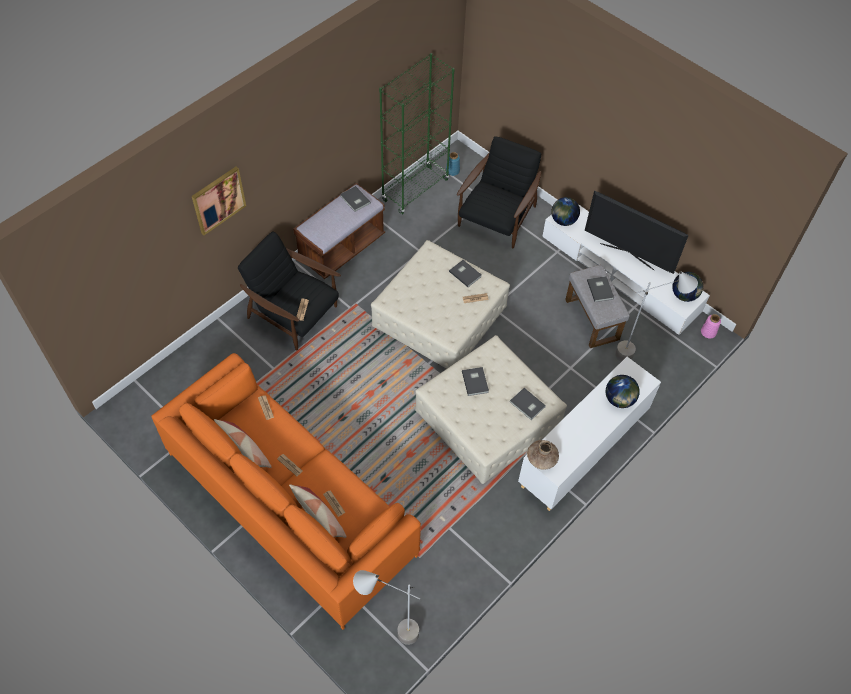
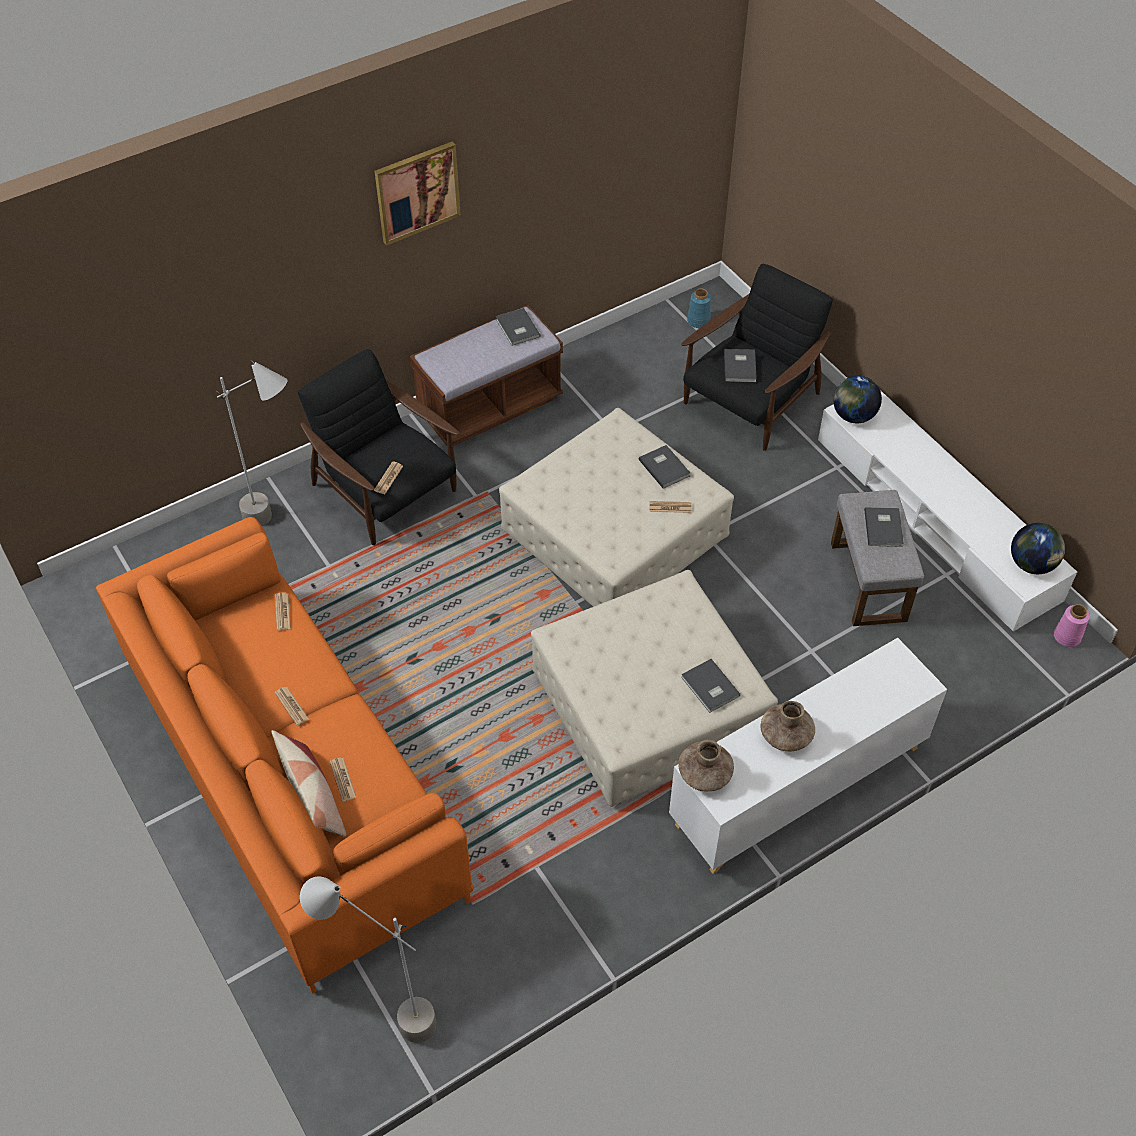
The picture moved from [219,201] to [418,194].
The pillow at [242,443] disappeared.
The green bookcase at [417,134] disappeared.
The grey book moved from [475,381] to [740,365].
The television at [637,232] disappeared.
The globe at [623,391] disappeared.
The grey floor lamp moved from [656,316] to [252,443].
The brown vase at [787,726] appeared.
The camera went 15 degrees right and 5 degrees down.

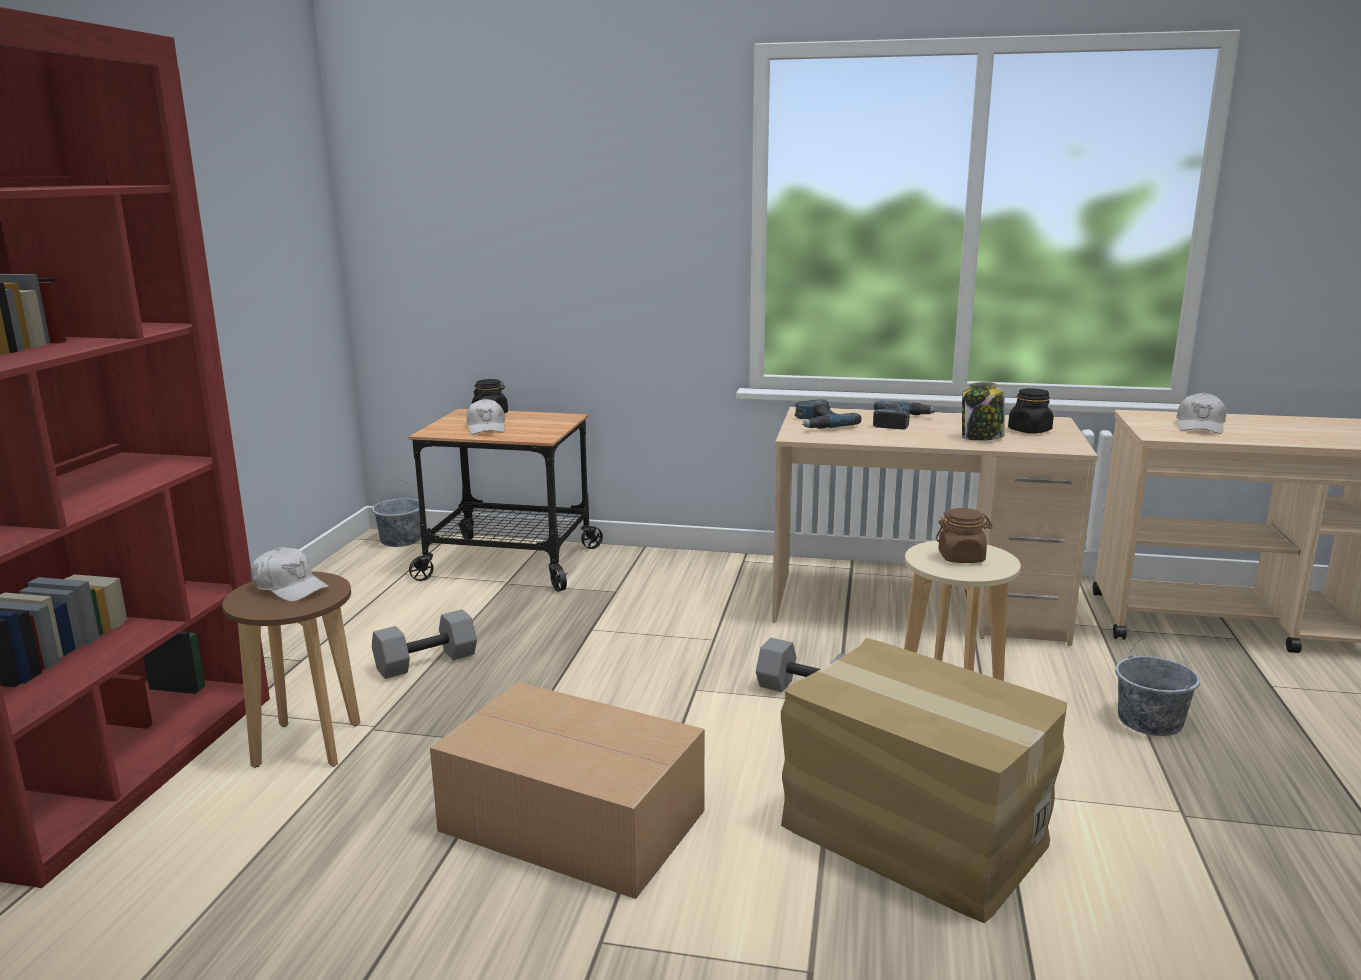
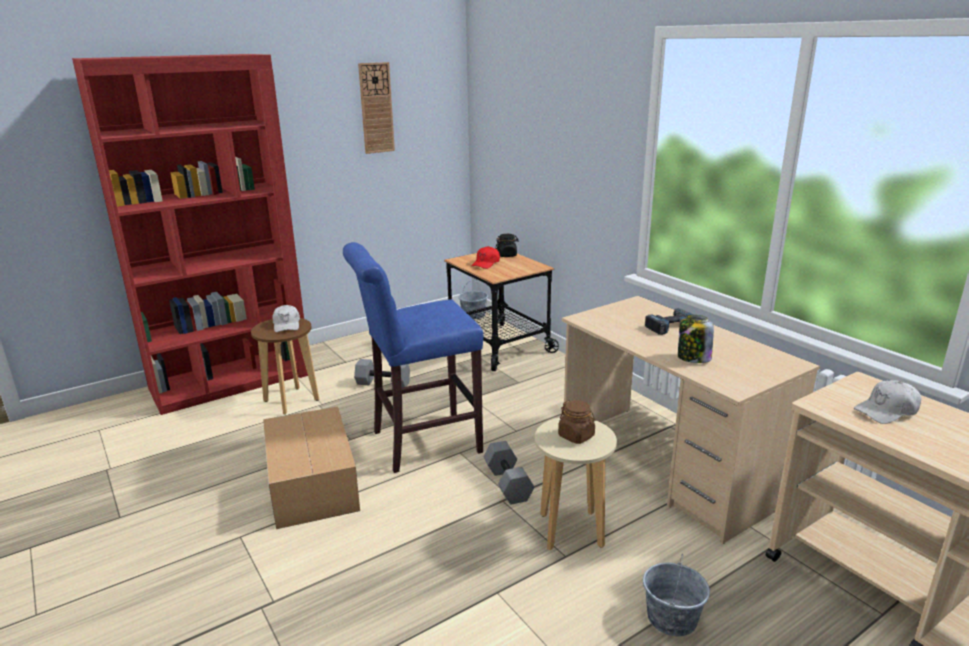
The white cap at [485,416] became the red cap at [485,257].
The cardboard box at [924,780] disappeared.
The power drill at [828,414] disappeared.
The black jar at [1031,410] disappeared.
The blue stool at [413,357] appeared.
The wall clock at [376,108] appeared.
The camera went 45 degrees right and 5 degrees up.

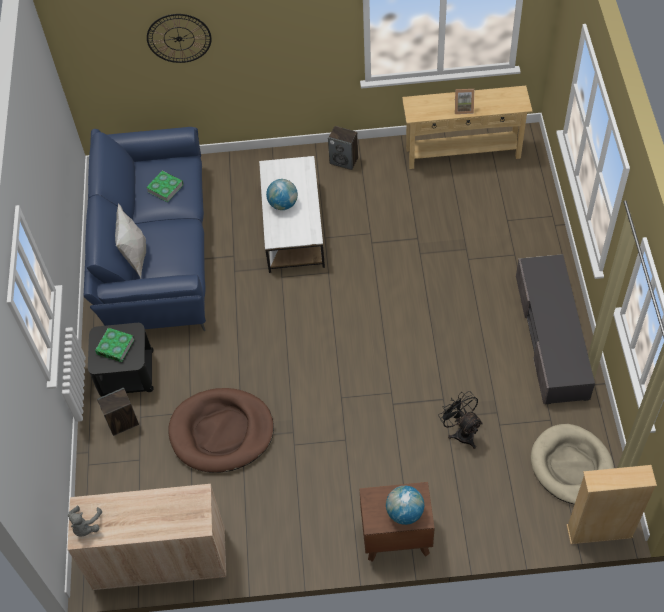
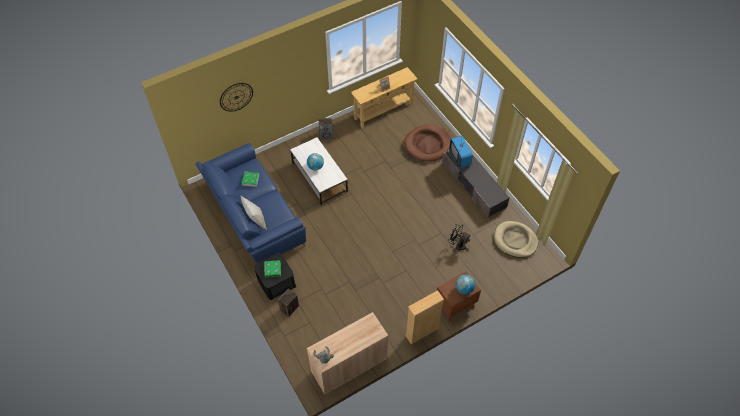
The brown dog bed moved from [221,430] to [428,143].
The beige bookcase moved from [611,504] to [424,317].
The television at [461,152] appeared.
The camera went 30 degrees left and 0 degrees up.

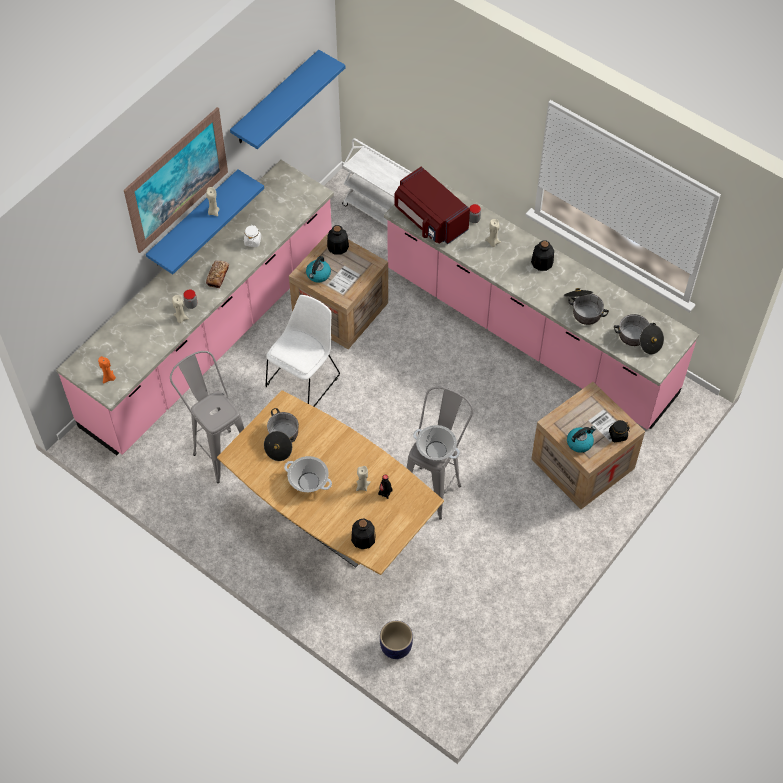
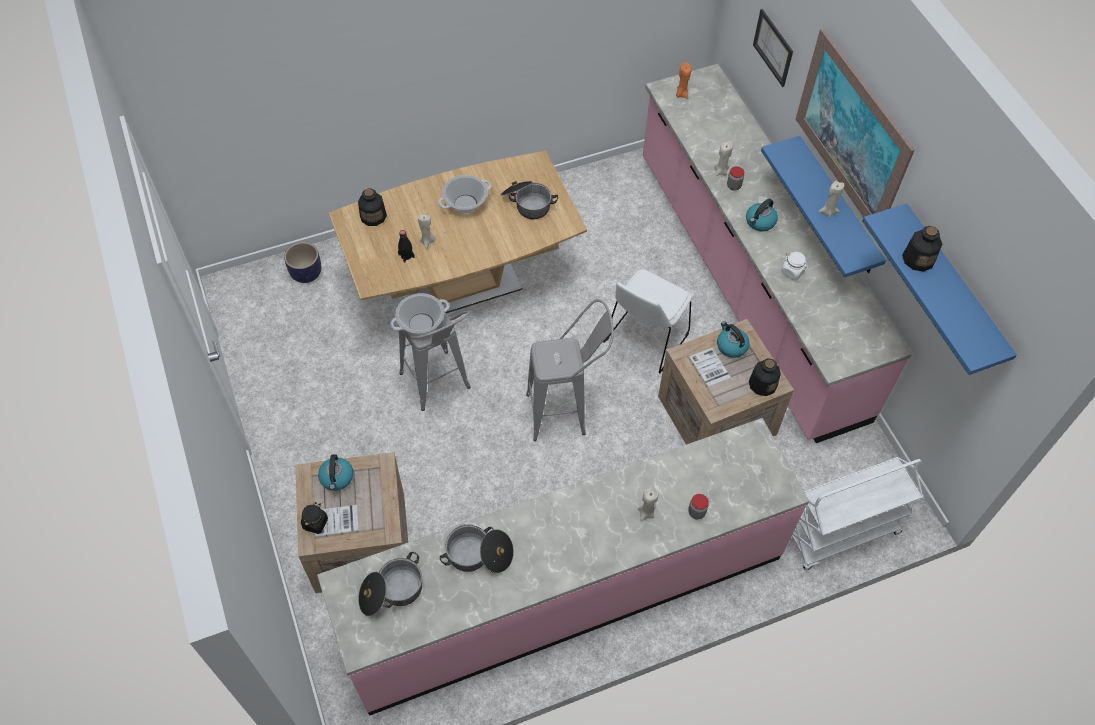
The grey stool moved from [207,417] to [570,370].
The bread at [217,274] was replaced by the kettle at [762,215].
The white chair at [302,351] turned 60 degrees clockwise.
The red microwave at [432,205] disappeared.
The bottle moved from [542,256] to [922,249].
The picture at [773,48] appeared.
The camera went 120 degrees right and 0 degrees up.

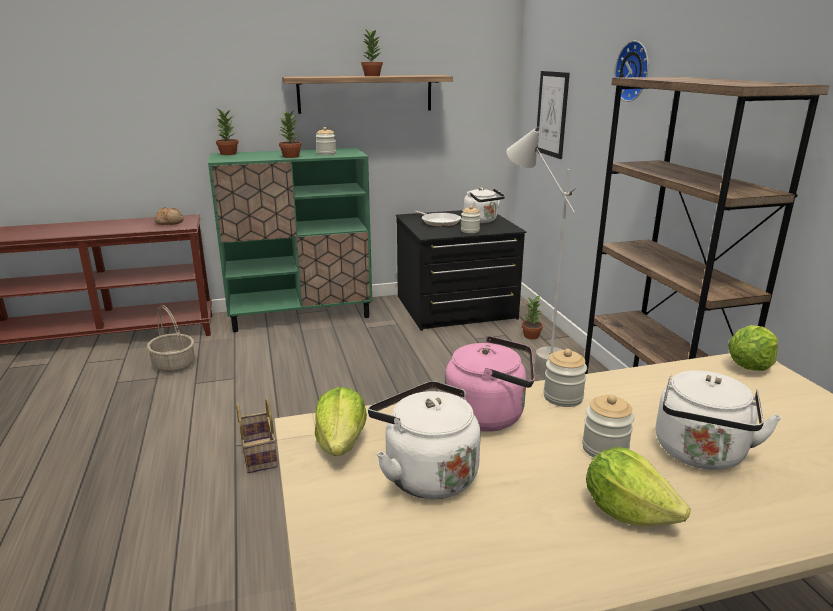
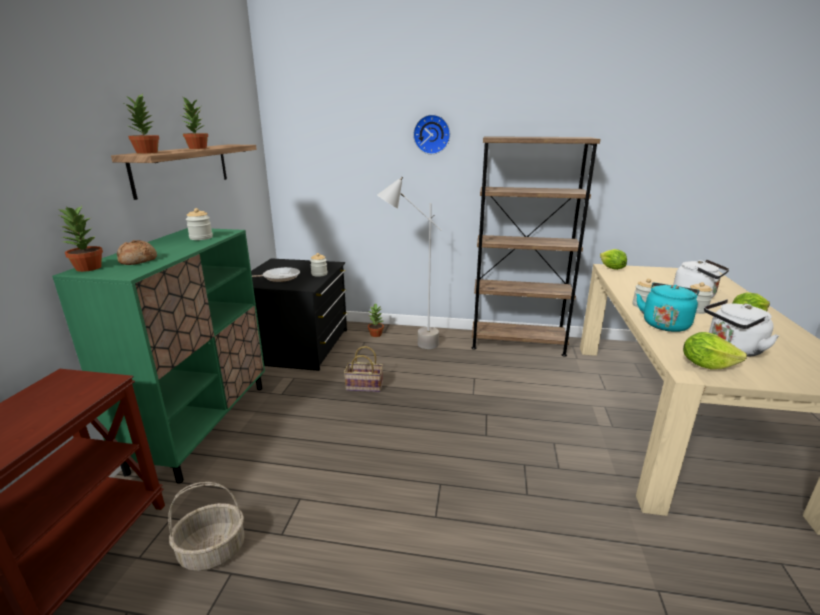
The bread moved from [169,216] to [137,252].
The basket moved from [257,435] to [363,369].
The potted plant moved from [290,133] to [141,124].
The pink kettle at [490,384] became the turquoise kettle at [668,307].
The white kettle at [484,205] disappeared.
The picture at [553,115] disappeared.
The camera went 65 degrees left and 0 degrees up.

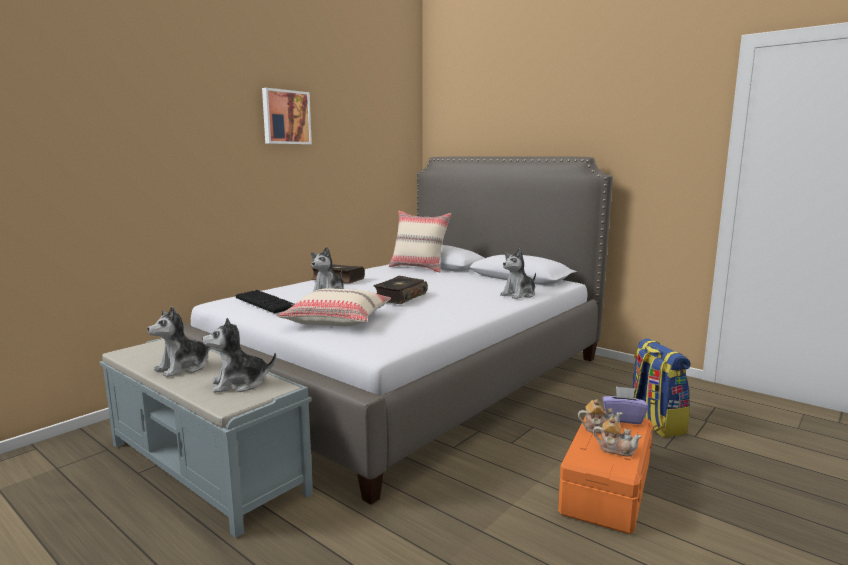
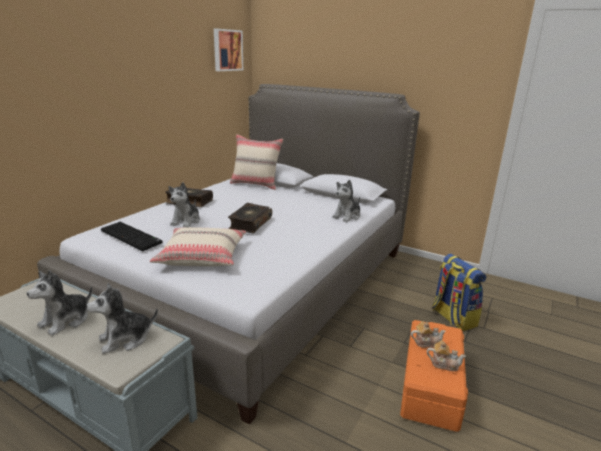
The picture moved from [287,116] to [228,50].
The purple tissue box at [625,405] disappeared.
The camera went 10 degrees left and 10 degrees up.

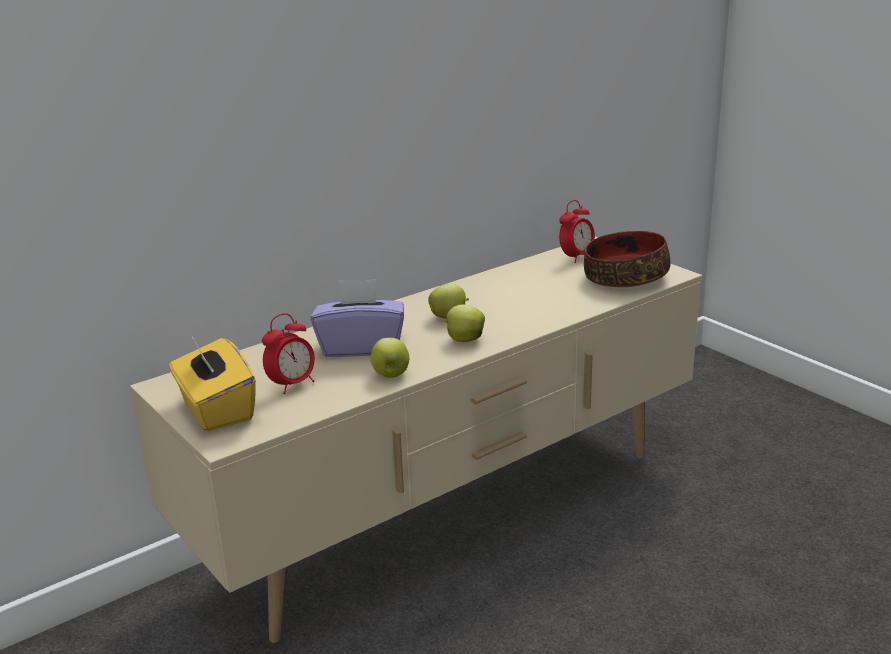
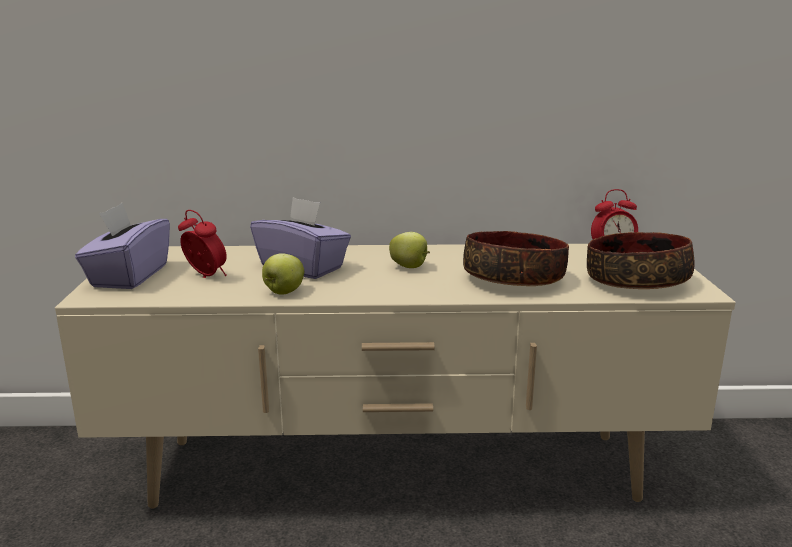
The yellow tissue box at [212,383] became the purple tissue box at [122,246].
The alarm clock at [288,353] turned 135 degrees counterclockwise.
The apple at [464,323] disappeared.
The bowl at [516,258] appeared.
The camera went 35 degrees right and 5 degrees down.

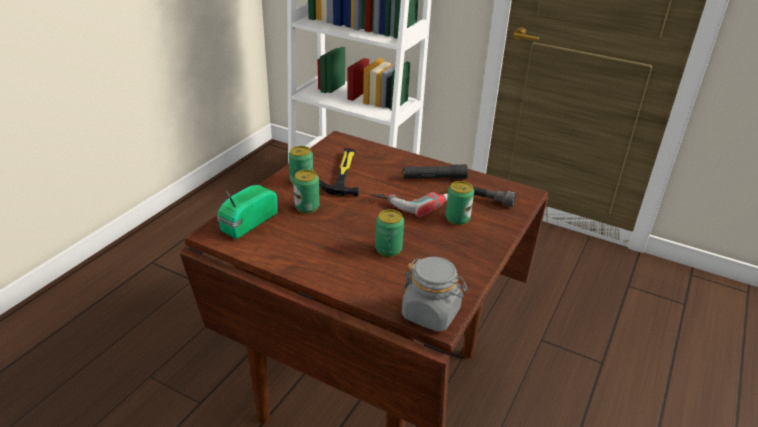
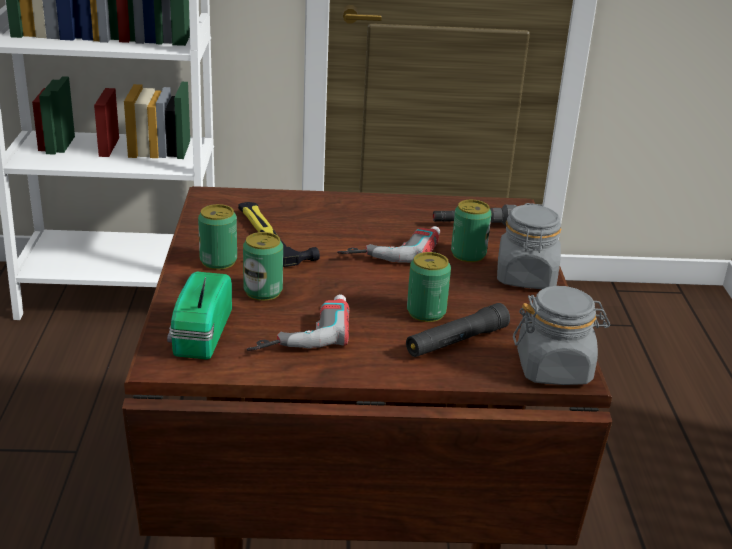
The black flashlight moved from [435,171] to [458,330].
The power drill at [298,322] appeared.
The grey jar at [529,246] appeared.
The camera went 30 degrees left and 5 degrees down.

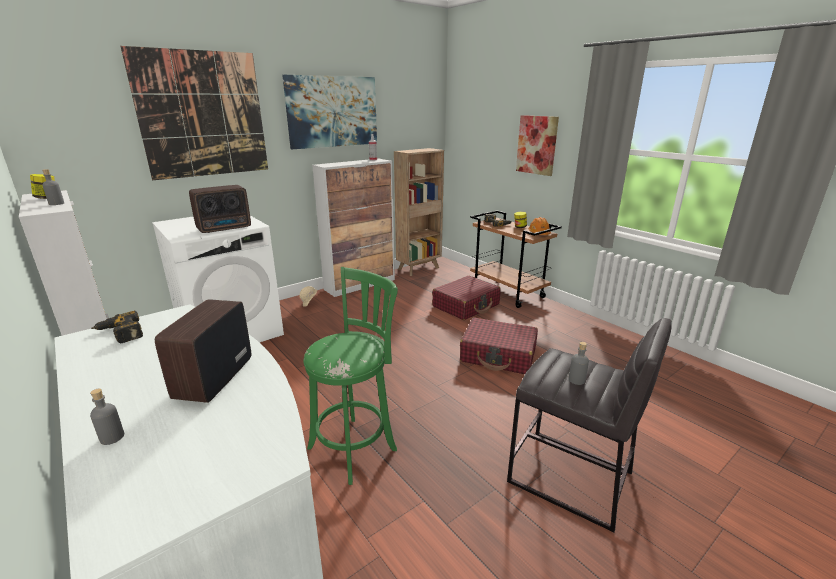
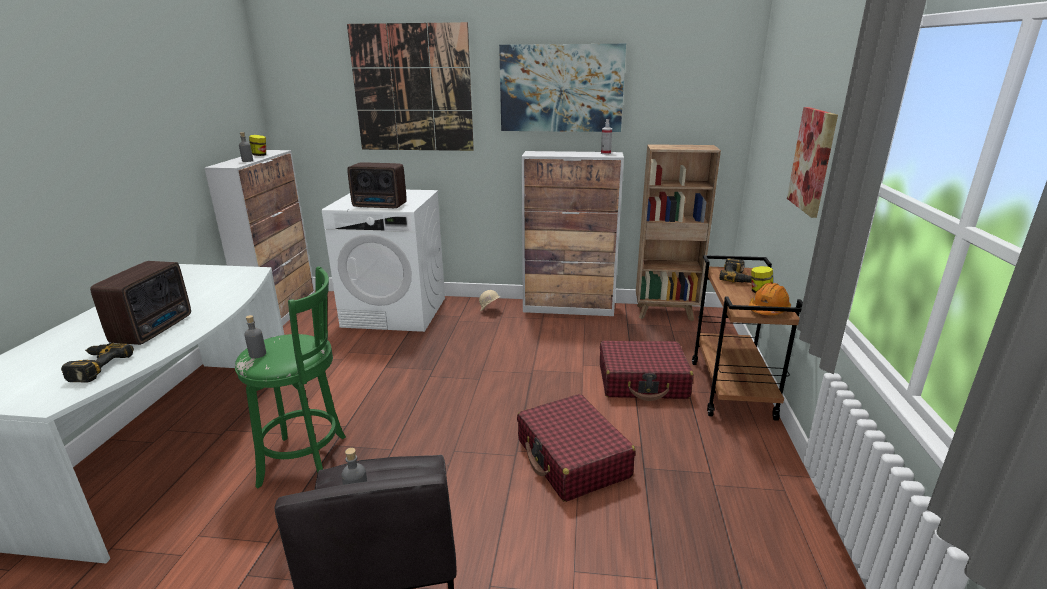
The grey bottle moved from [107,417] to [255,336].
The power drill moved from [117,327] to [97,362].
The radio at [203,351] turned 135 degrees clockwise.
The camera went 45 degrees right and 0 degrees up.

